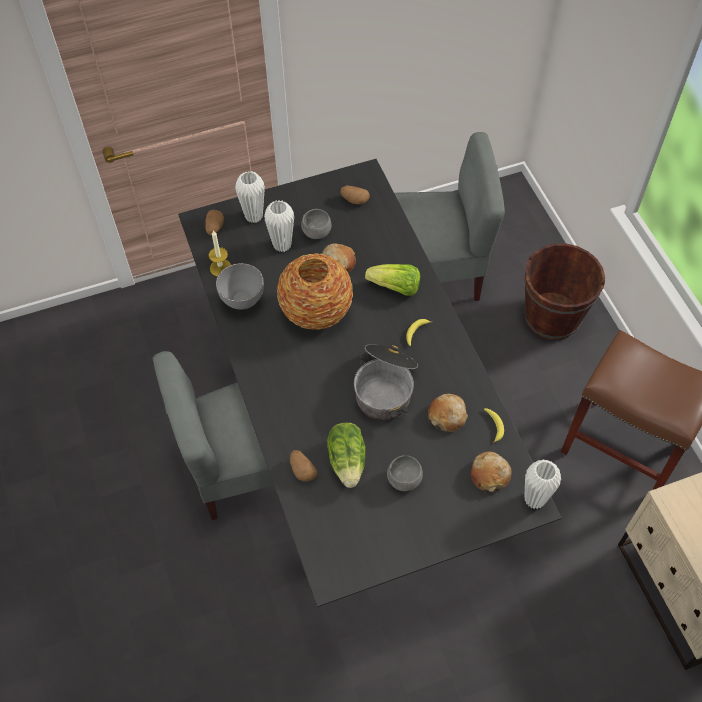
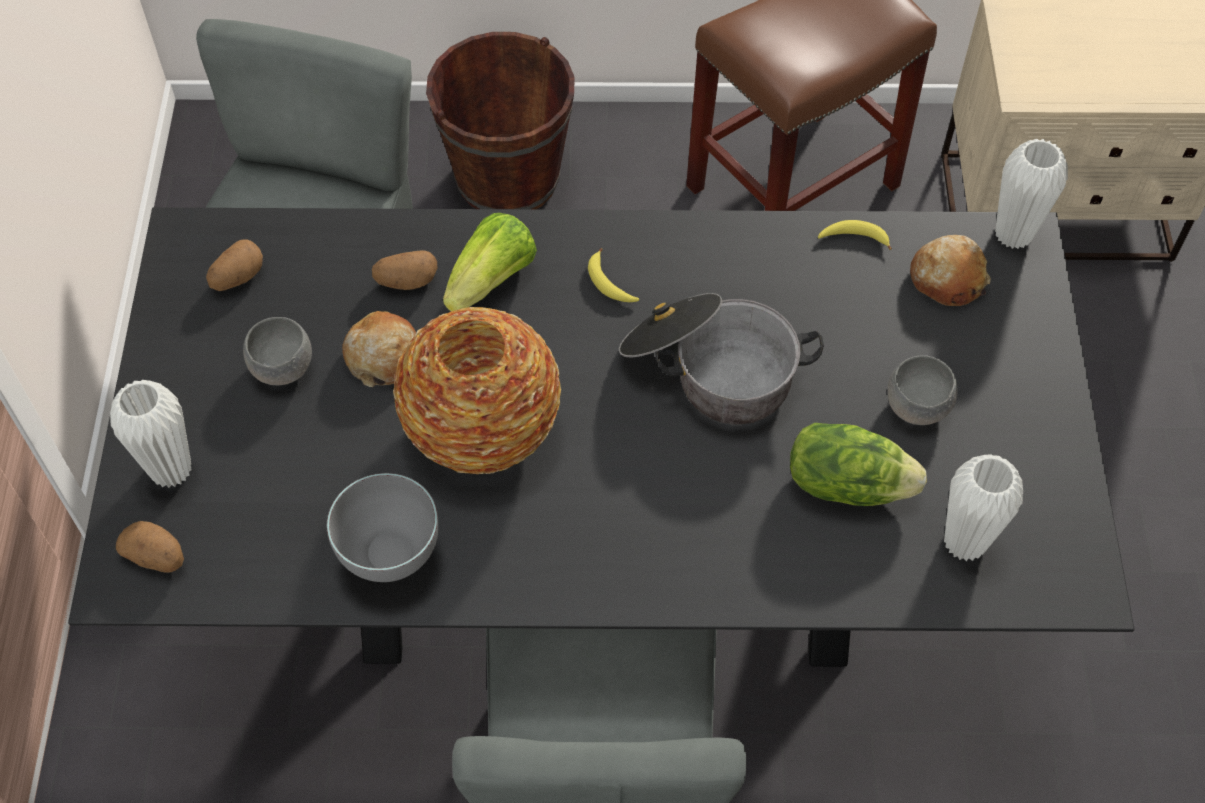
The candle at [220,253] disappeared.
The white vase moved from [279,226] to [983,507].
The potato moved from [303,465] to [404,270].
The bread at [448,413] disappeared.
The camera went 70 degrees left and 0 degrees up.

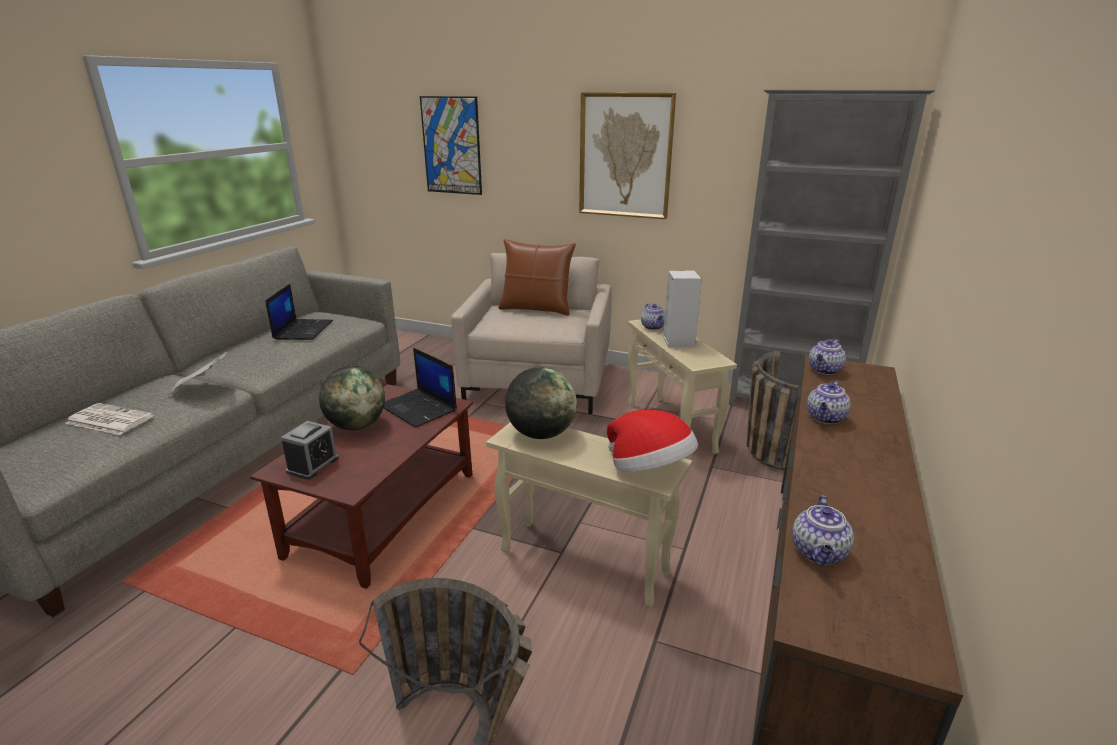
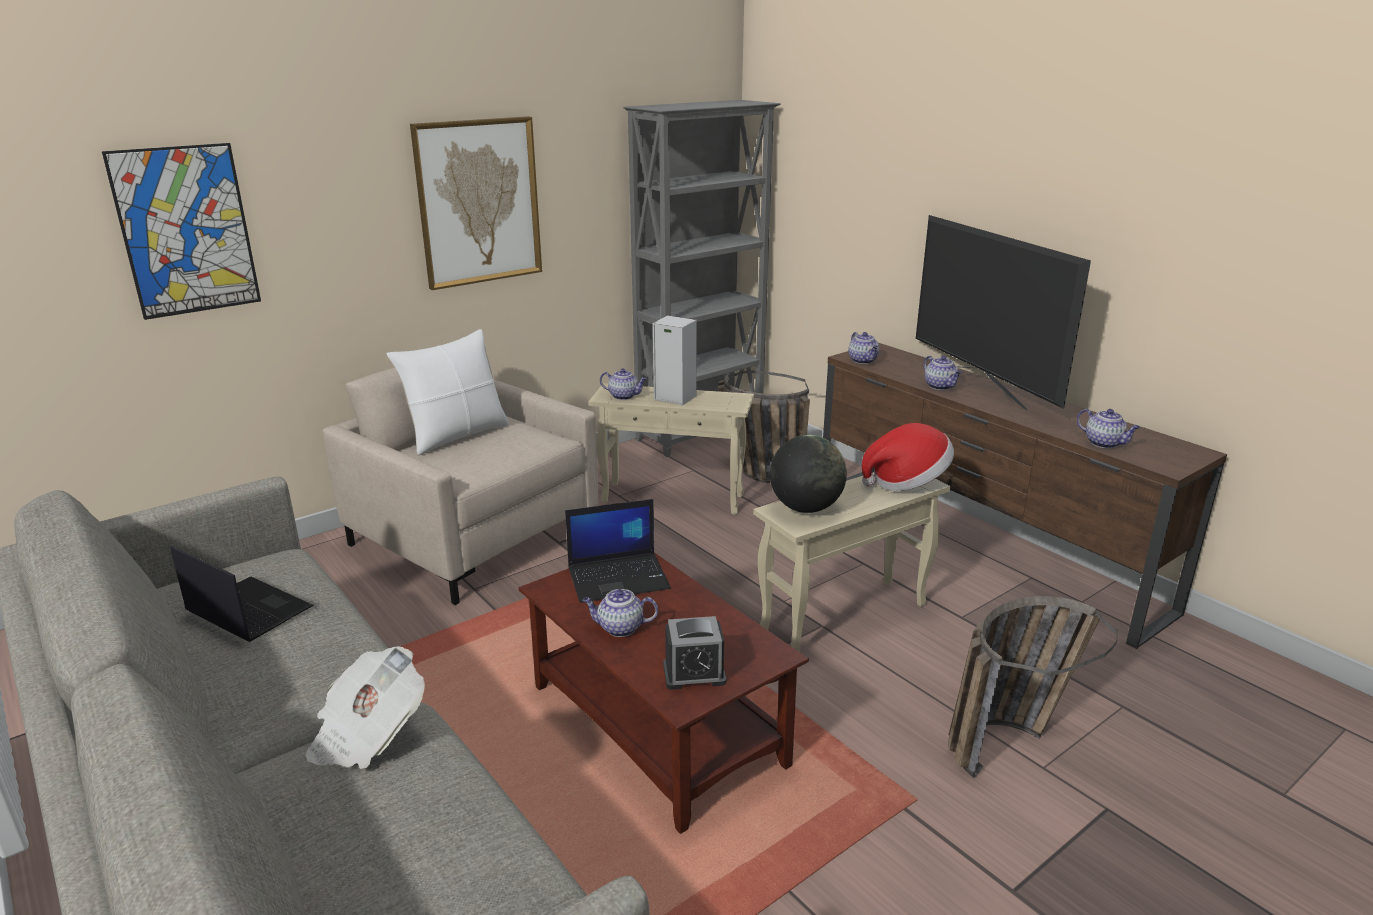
The newspaper at [109,419] disappeared.
The alarm clock at [310,450] turned 120 degrees clockwise.
The globe at [352,398] was replaced by the teapot at [620,613].
The brown pillow at [537,277] became the white pillow at [447,392].
The television at [1003,312] appeared.
The camera went 60 degrees left and 0 degrees up.

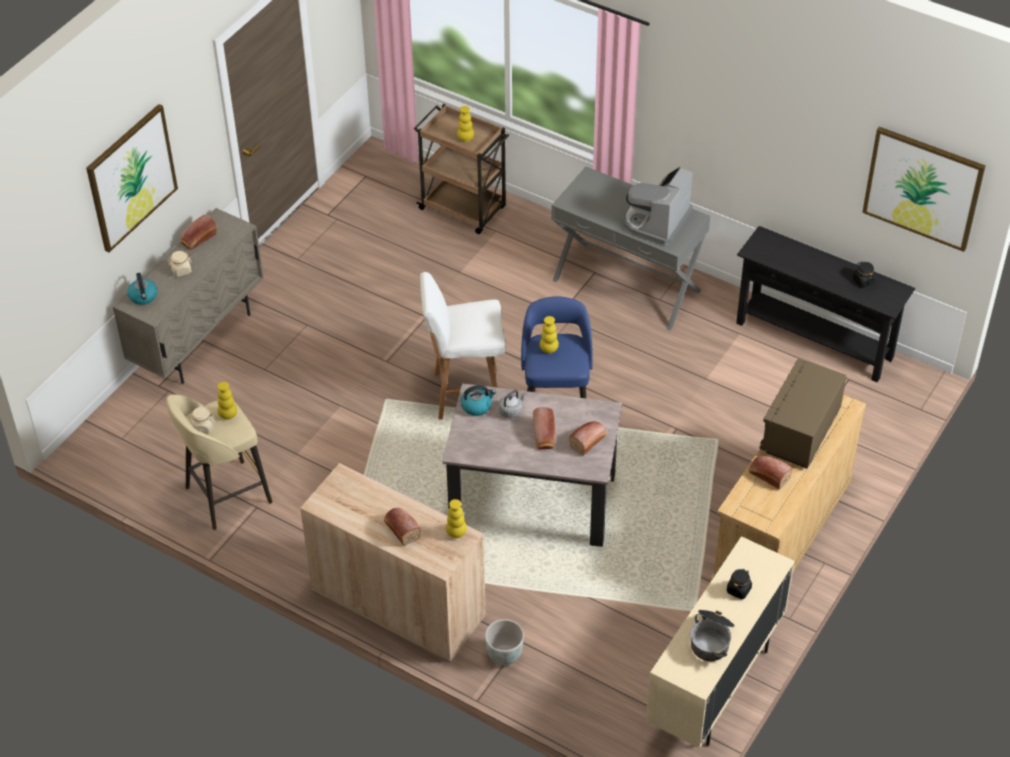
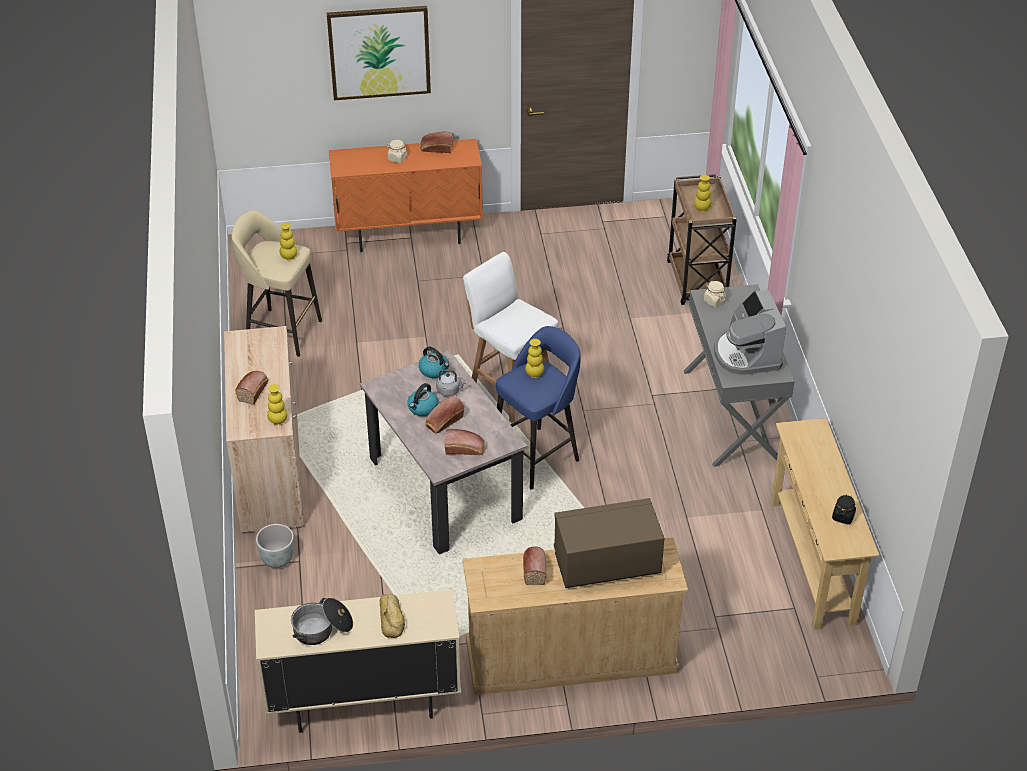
The beige cabinet at [188,296] became the orange cabinet at [406,196].
The kettle moved from [142,289] to [422,399].
The beige jar moved from [202,420] to [715,294].
The coffee machine at [658,206] turned 90 degrees counterclockwise.
The black jar at [739,583] was replaced by the bread at [392,616].
The black console table at [825,304] became the beige console table at [825,523].
The picture at [924,189] disappeared.
The camera went 50 degrees right and 5 degrees down.

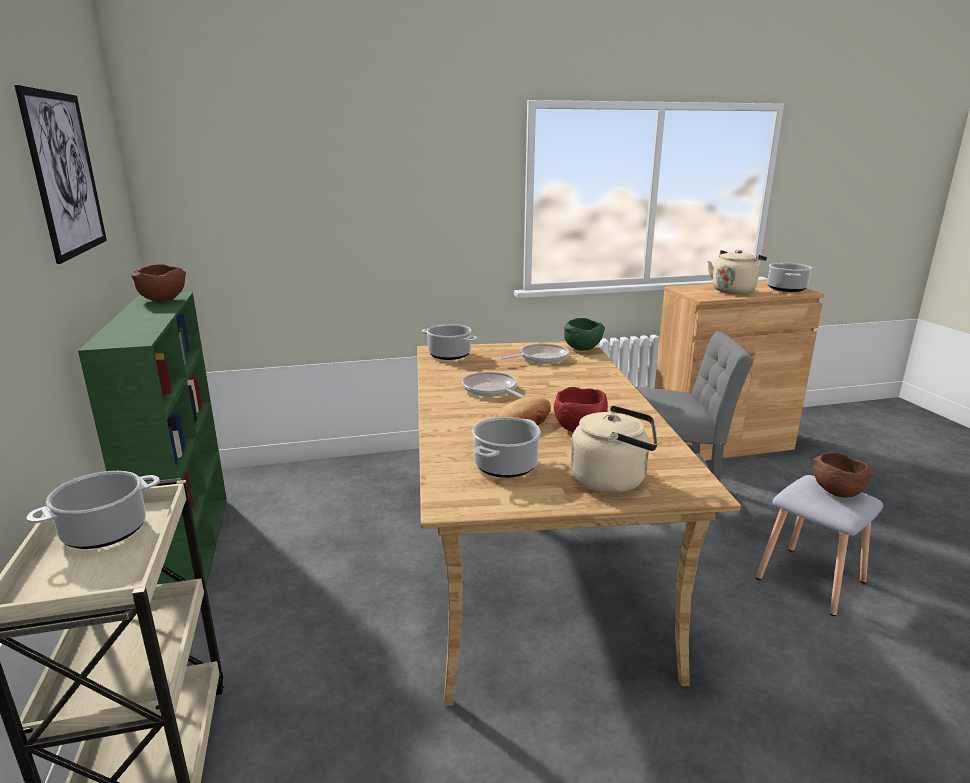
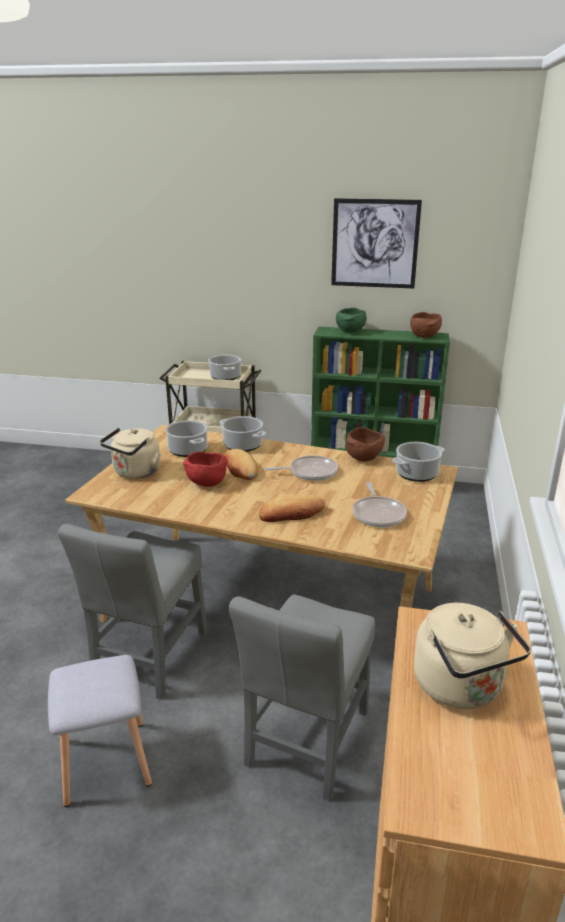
The green bowl moved from [584,334] to [351,320].
The cooking pot moved from [790,277] to [242,434].
The brown bowl moved from [843,475] to [365,444].
The grey chair at [132,611] appeared.
The bread at [292,508] appeared.
The camera went 115 degrees right and 5 degrees up.

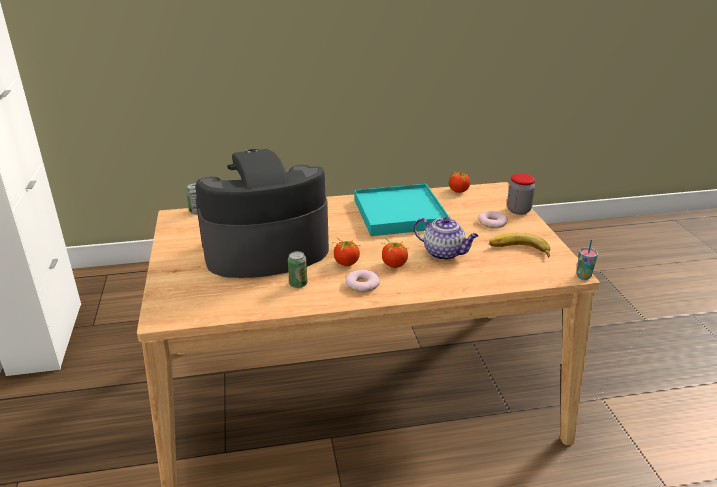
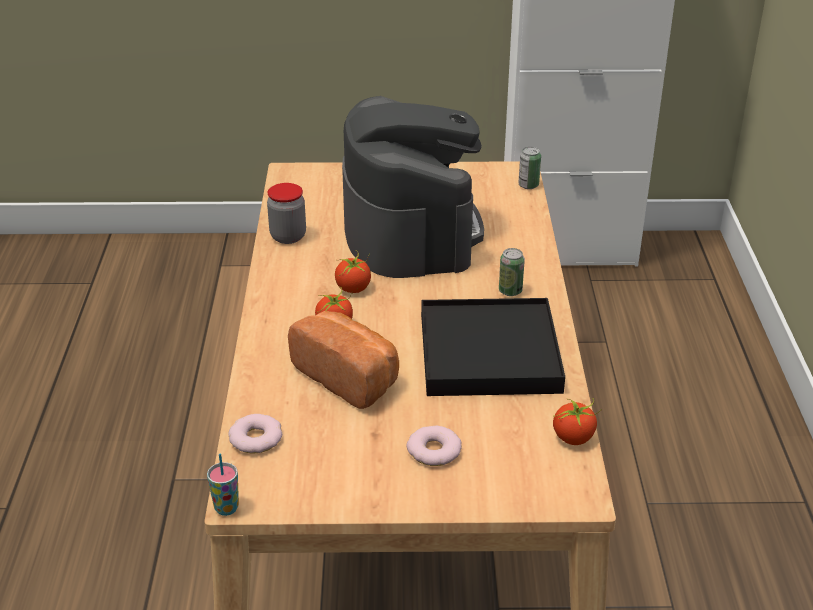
The can moved from [297,269] to [512,272].
The donut moved from [362,281] to [255,433].
The turquoise tray at [402,210] became the black tray at [493,347].
The teapot at [446,238] was replaced by the bread at [343,360].
The banana at [519,245] disappeared.
The jar moved from [521,194] to [286,213].
The camera went 100 degrees right and 5 degrees up.

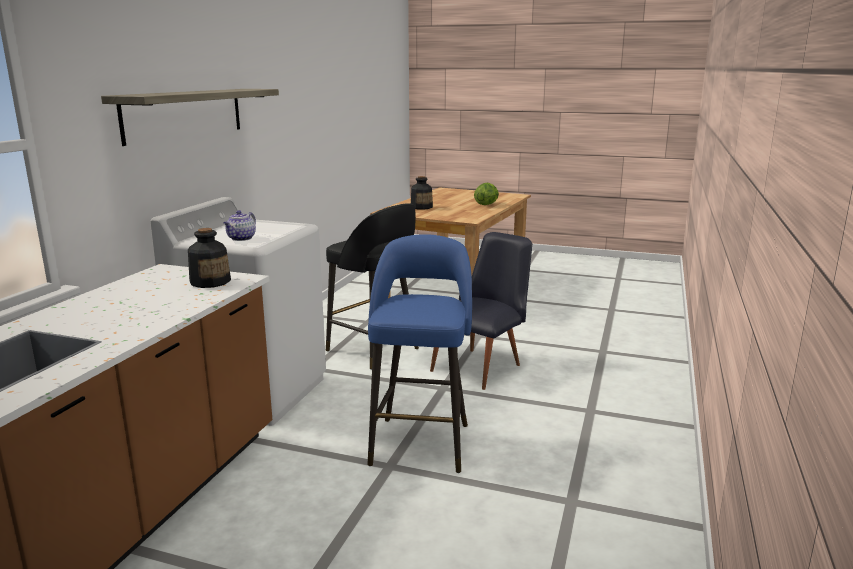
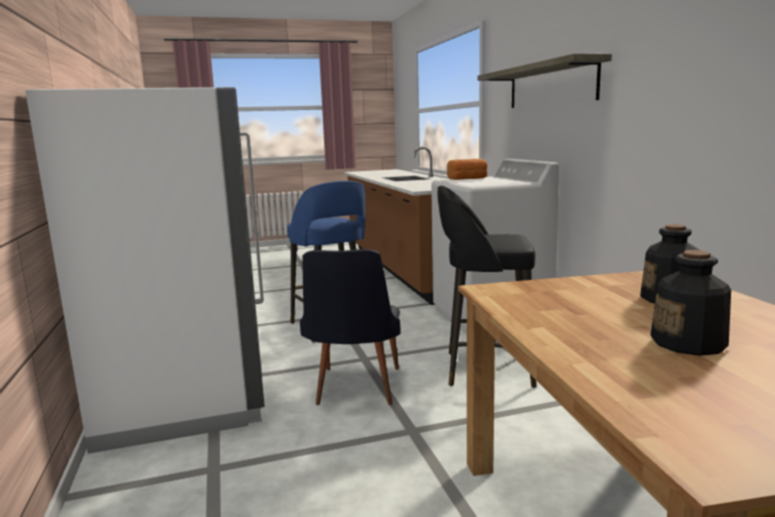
The bottle moved from [209,258] to [690,303].
The teapot at [240,225] was replaced by the bread at [467,169].
The lettuce at [486,194] disappeared.
The white fridge at [145,270] appeared.
The camera went 145 degrees right and 5 degrees down.

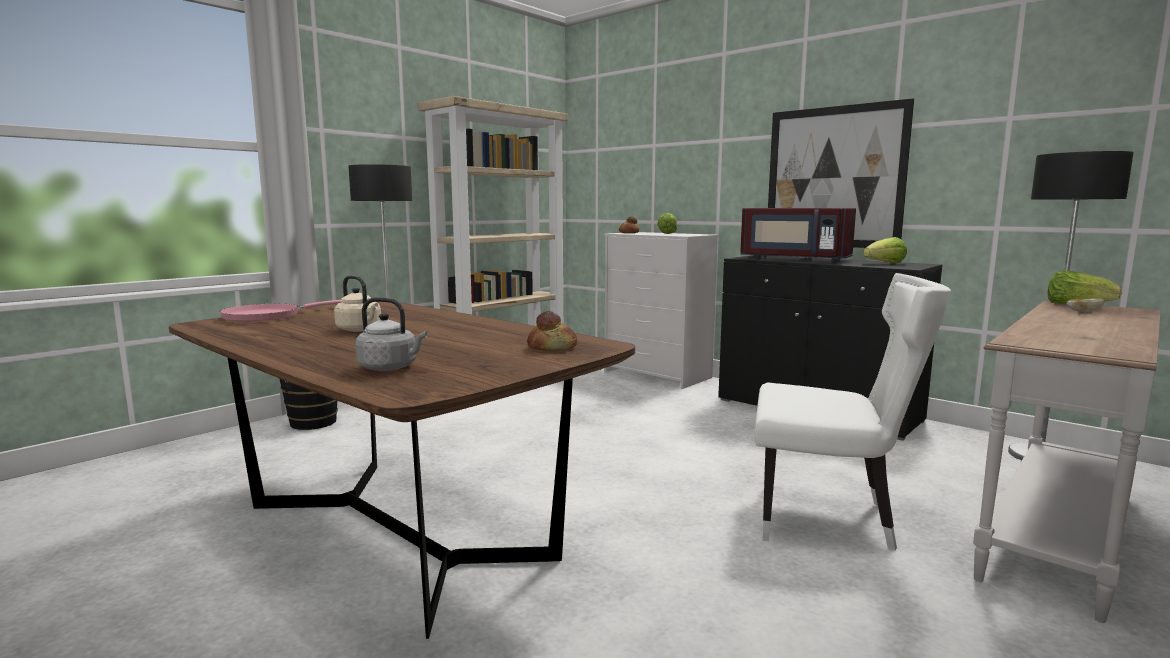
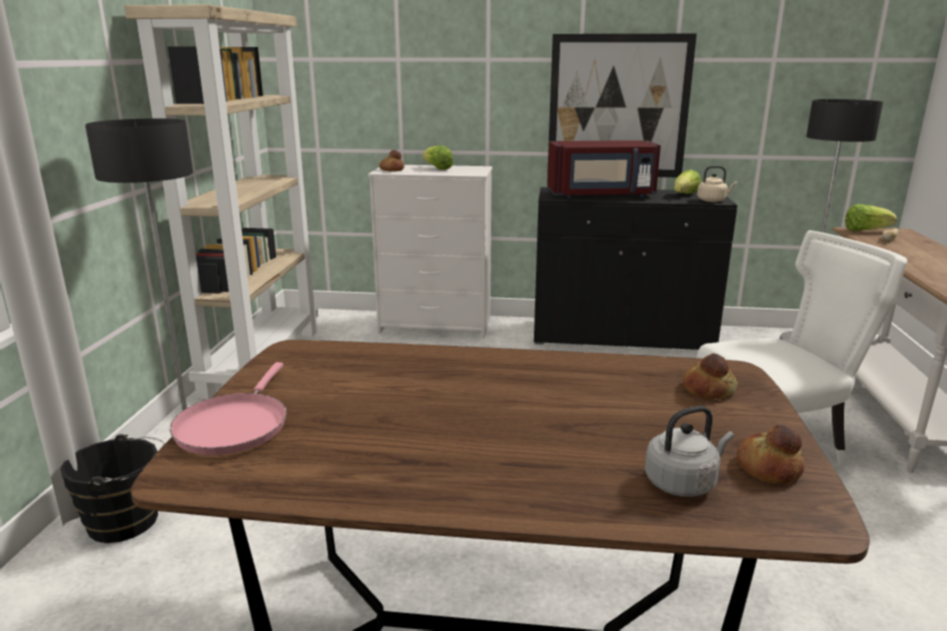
The beige kettle moved from [357,303] to [717,184].
The bread at [771,454] appeared.
The camera went 35 degrees left and 10 degrees up.

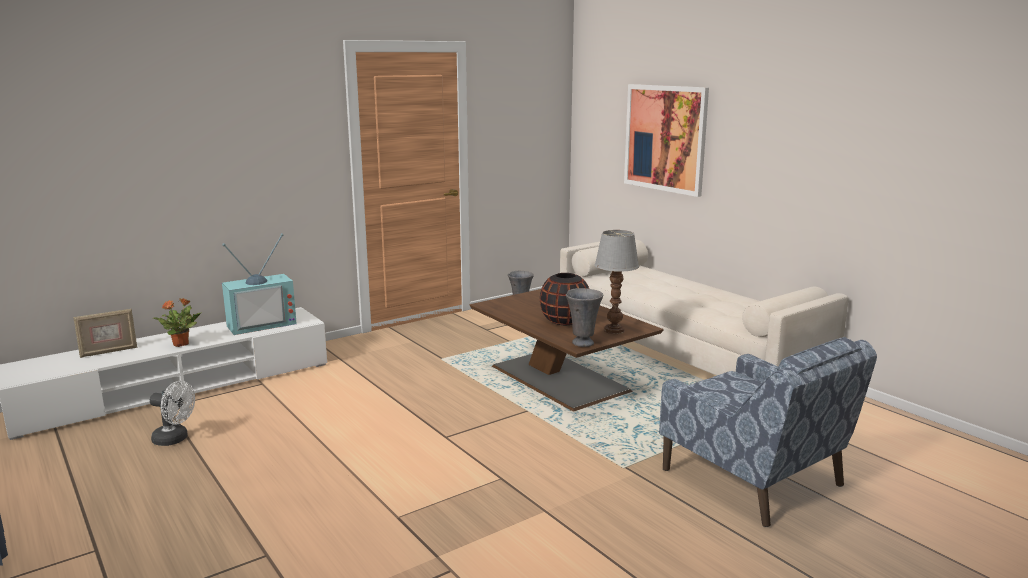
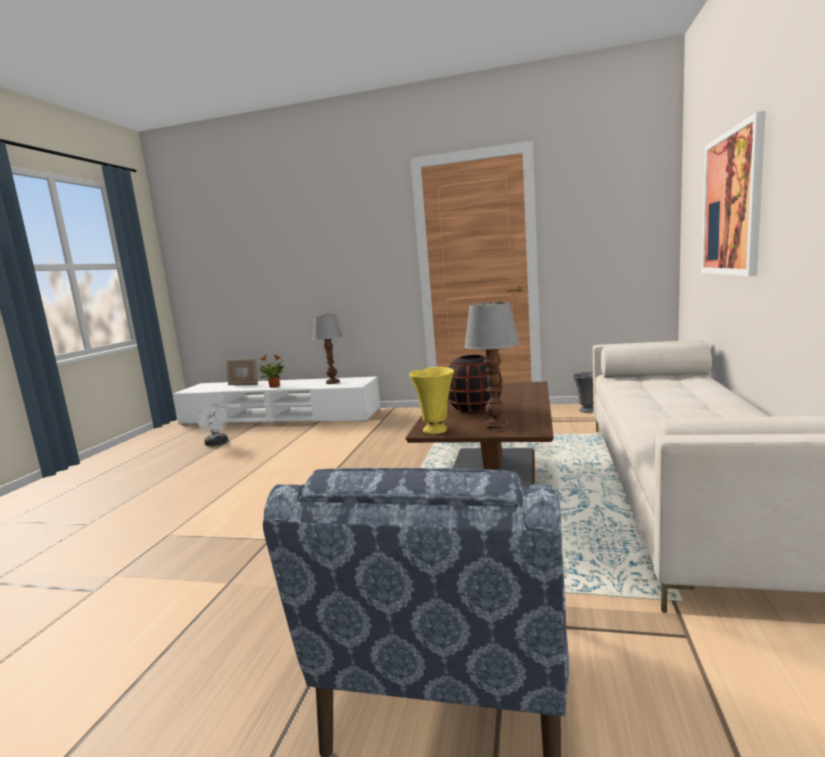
The television at [259,284] was replaced by the table lamp at [327,349].
The grey vase at [584,317] became the yellow vase at [431,400].
The camera went 50 degrees right and 5 degrees down.

